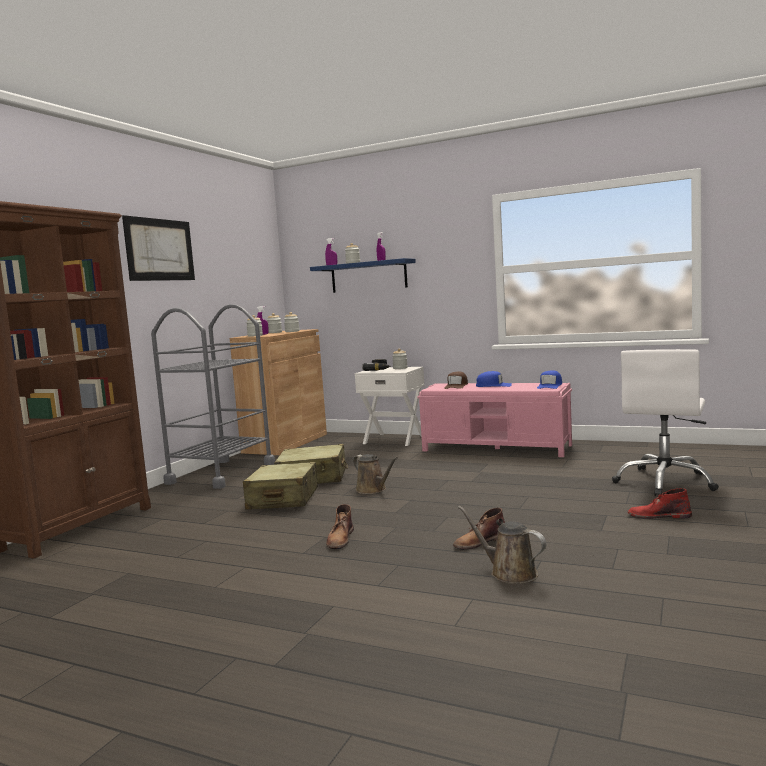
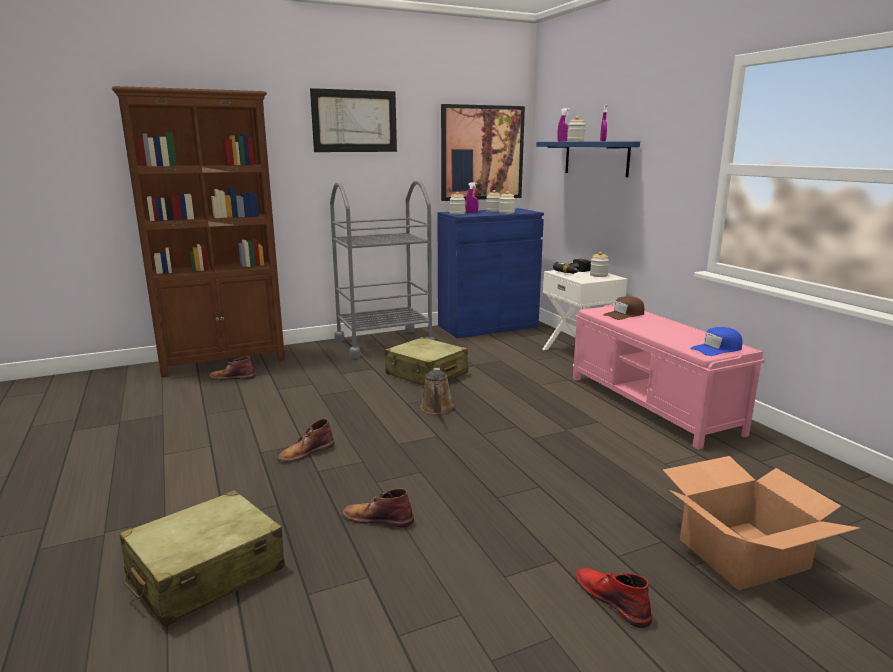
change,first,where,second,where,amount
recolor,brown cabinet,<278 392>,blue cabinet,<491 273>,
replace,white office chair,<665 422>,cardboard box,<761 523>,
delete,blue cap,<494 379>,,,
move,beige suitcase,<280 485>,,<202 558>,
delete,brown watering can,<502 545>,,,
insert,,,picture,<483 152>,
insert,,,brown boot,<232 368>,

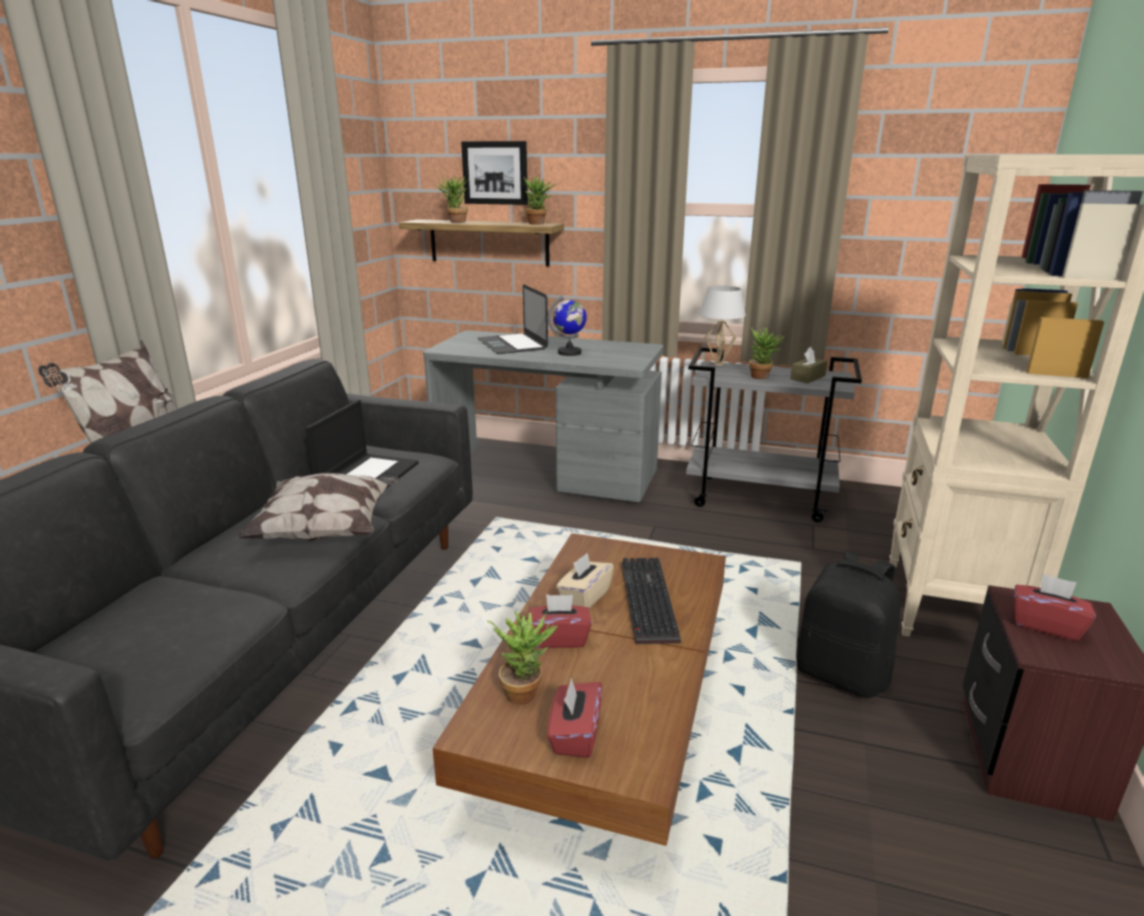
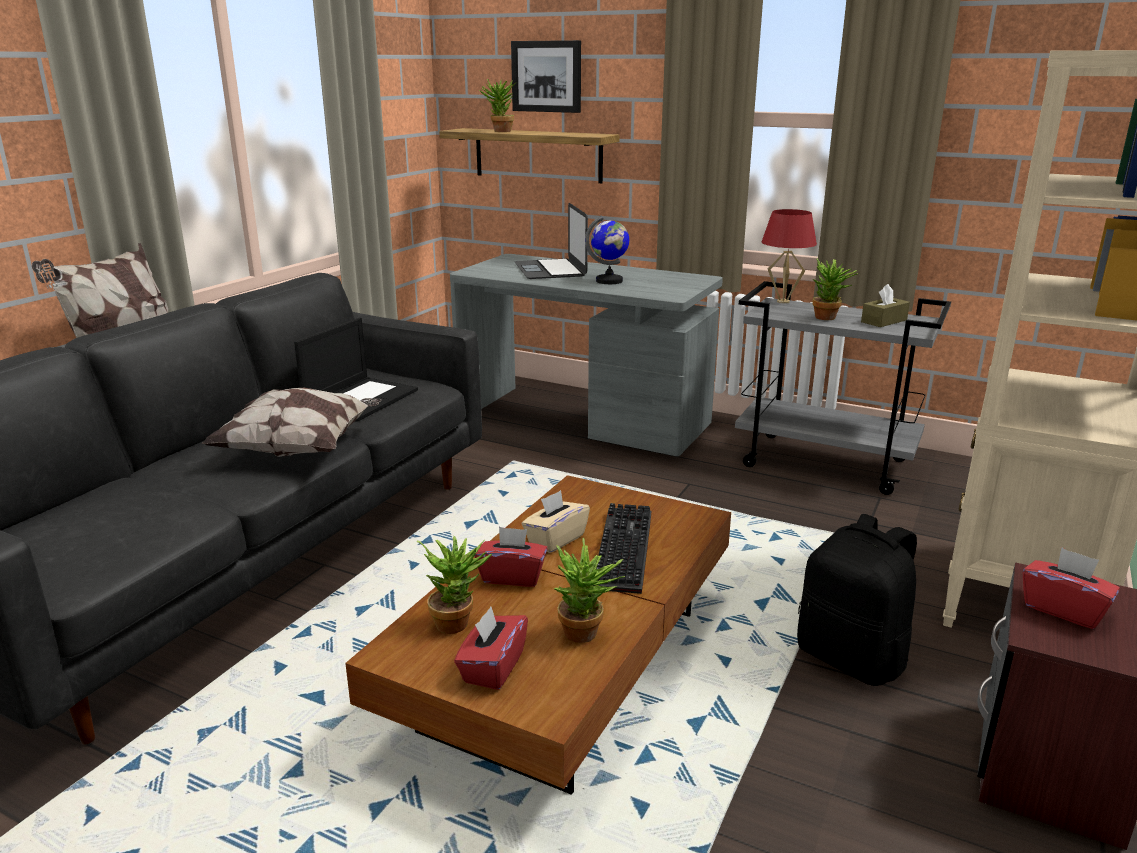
change,first,where,second,where,amount
move,potted plant,<540 200>,,<589 590>,
recolor,white table lamp,<722 326>,red table lamp,<789 256>,

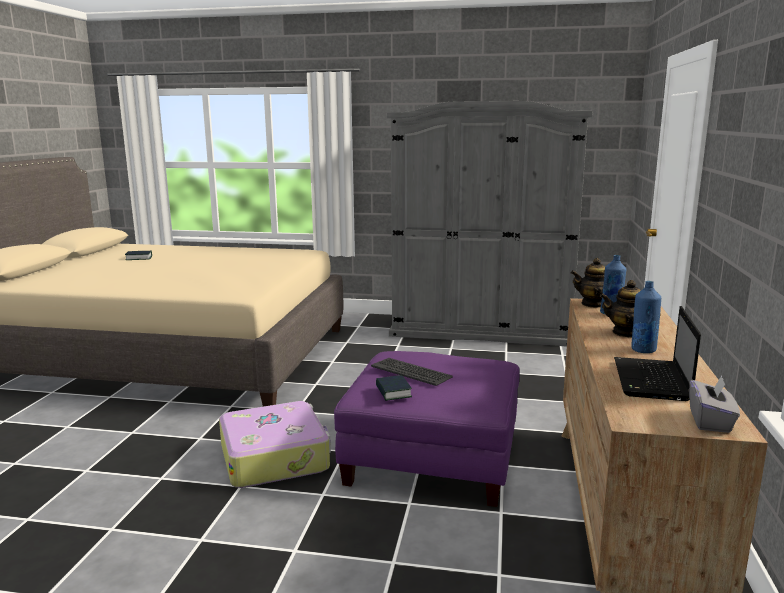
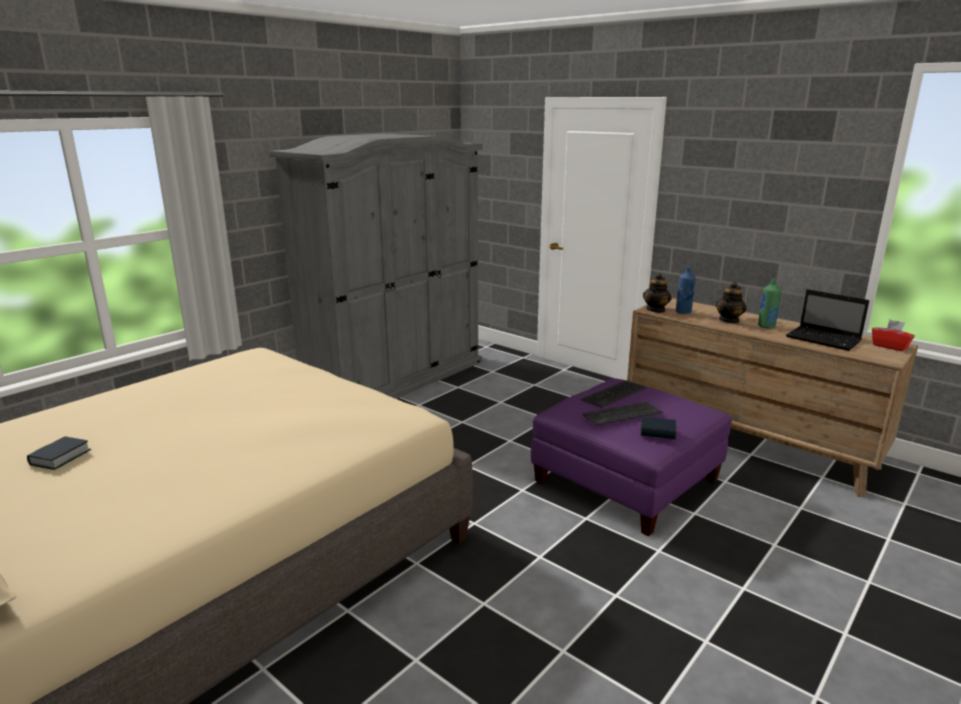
change,first,where,second,where,amount
recolor,blue bottle,<646 317>,green bottle,<769 304>,
recolor,grey tissue box,<714 404>,red tissue box,<893 335>,
delete,suitcase,<275 444>,,,
insert,,,keyboard,<614 394>,

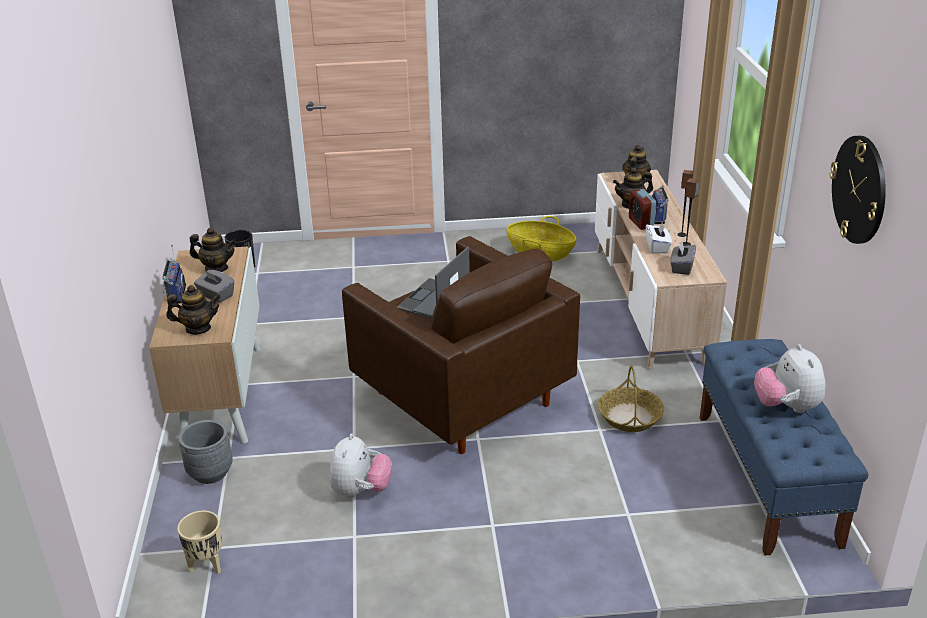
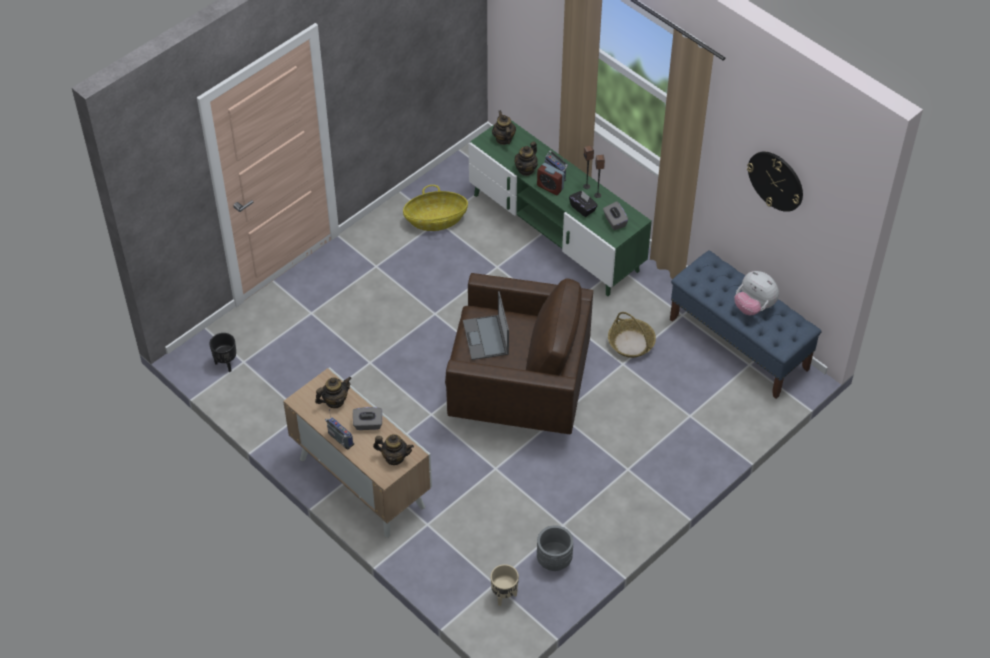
change,first,where,second,where,amount
recolor,beige tv stand,<661 270>,green tv stand,<560 208>,
recolor,white tissue box,<659 238>,black tissue box,<583 203>,
rotate,teapot,<193 310>,,<393 449>,60 degrees clockwise
move,grey planter,<205 452>,,<555 548>,
delete,plush toy,<361 465>,,,

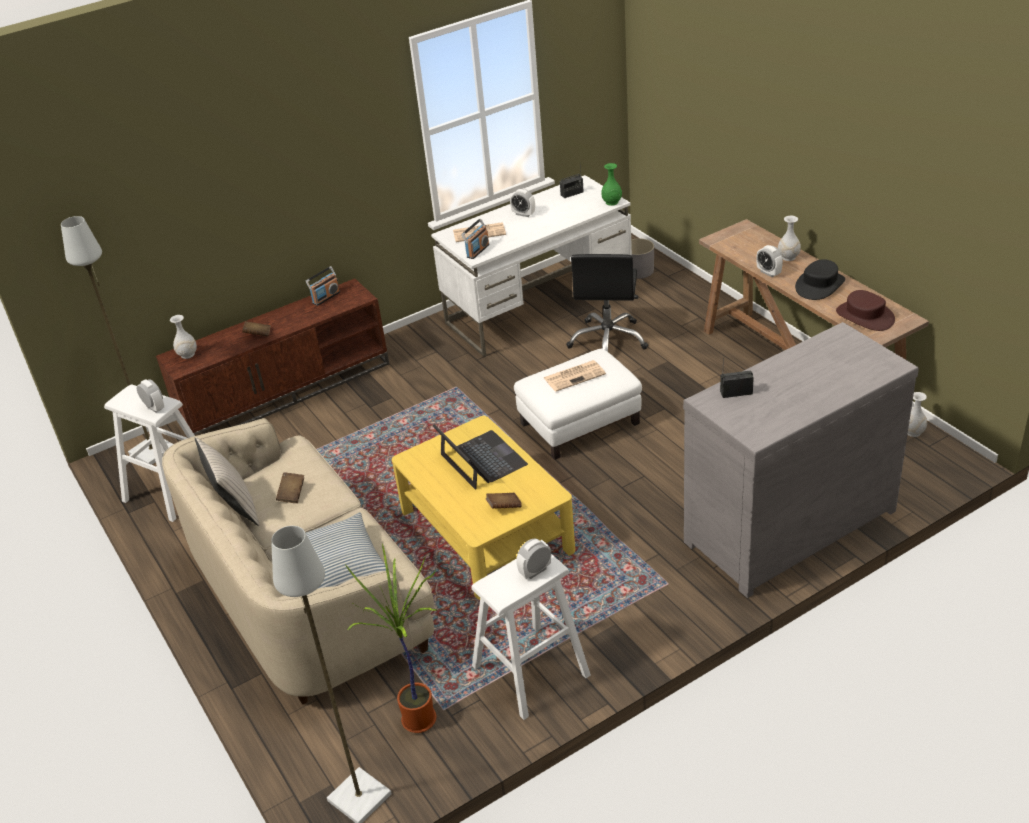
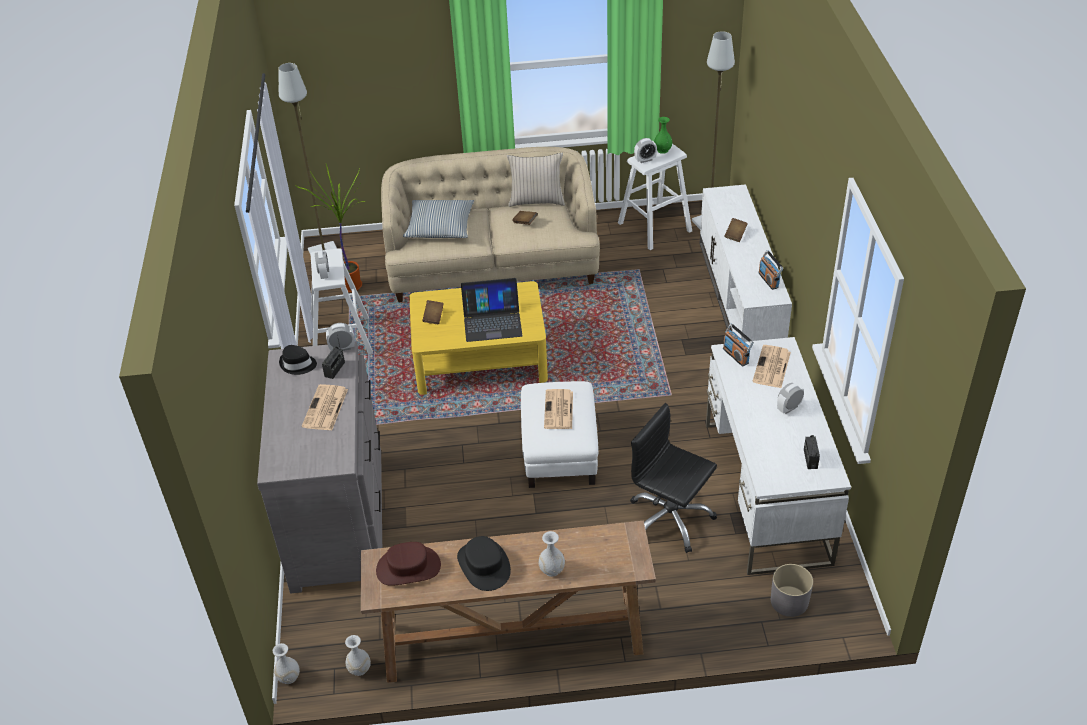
change,first,where,second,where,amount
move,green vase,<611 184>,,<663 135>,
move,alarm clock,<769 261>,,<340 337>,
recolor,brown tv stand,<272 357>,white tv stand,<746 263>,
move,white vase,<183 337>,,<286 663>,
insert,,,black hat,<298 360>,
insert,,,newspaper,<325 407>,

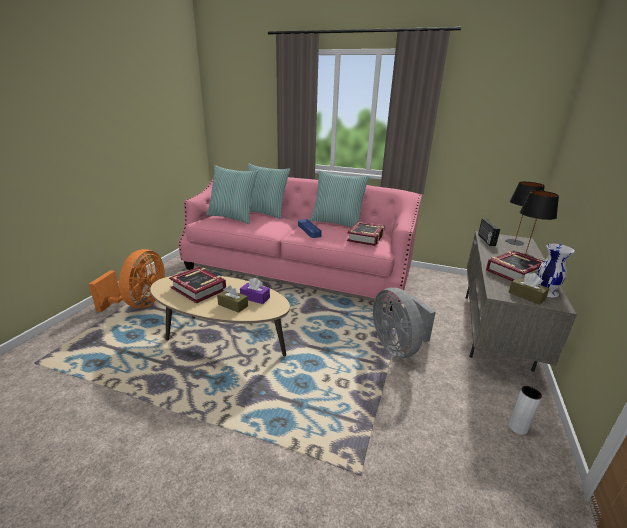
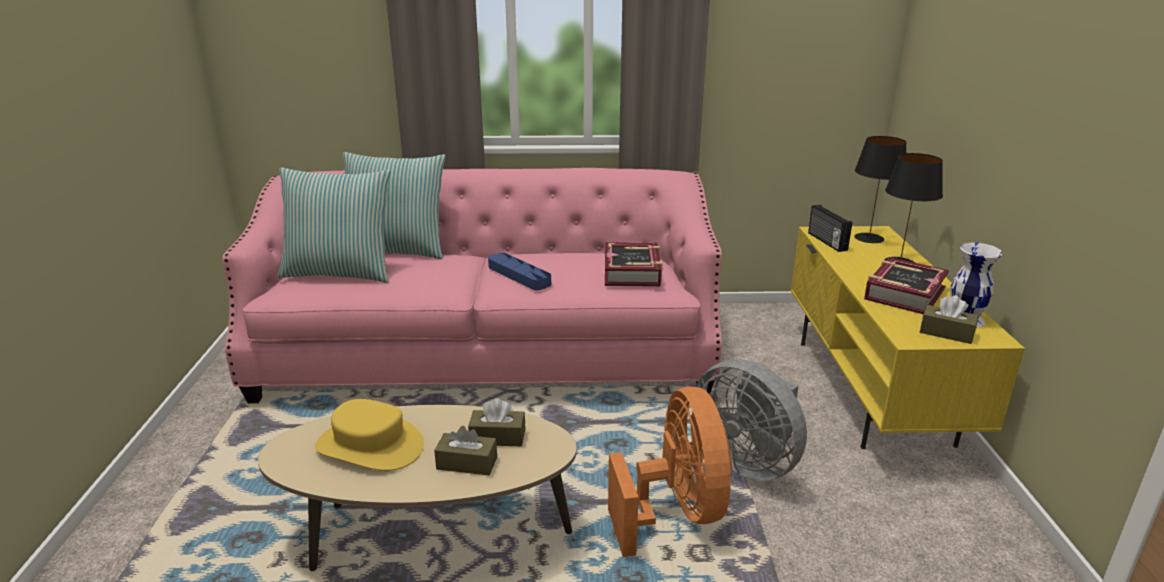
change,first,where,second,where,amount
delete,pillow,<340 198>,,,
recolor,grey tv stand,<521 301>,yellow tv stand,<908 337>,
move,orange fan,<126 280>,,<670 472>,
replace,book,<197 285>,yellow hat,<369 435>,
recolor,purple tissue box,<255 291>,brown tissue box,<496 422>,
delete,white vase,<525 410>,,,

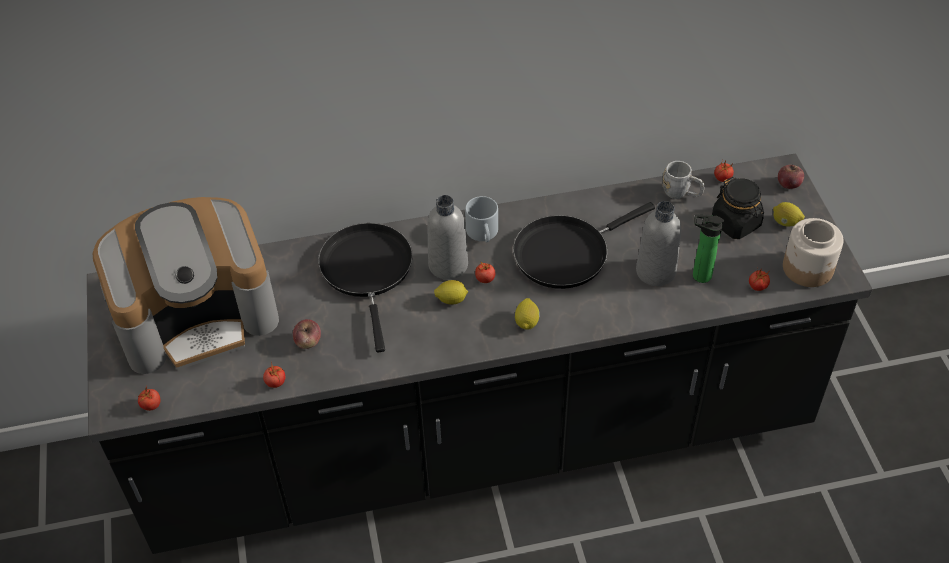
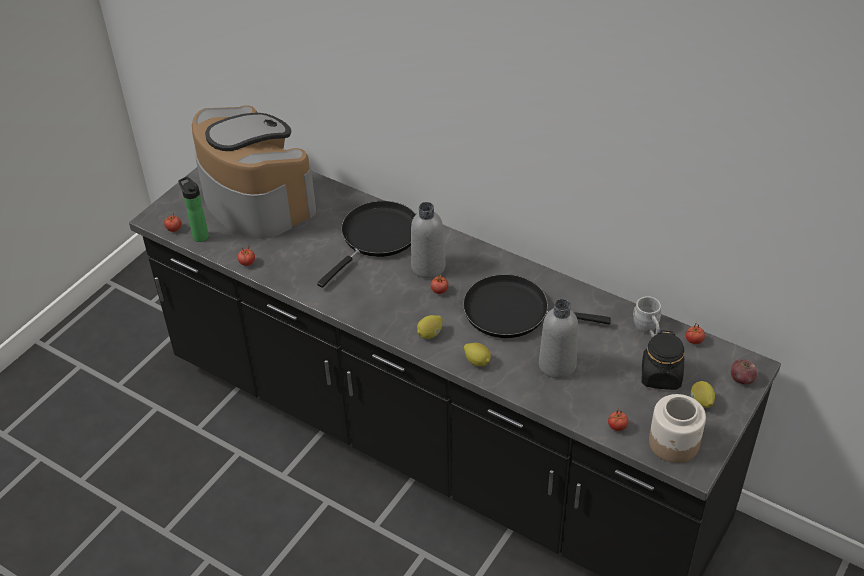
change,first,where,second,where,amount
delete,grey mug,<481 219>,,,
rotate,coffee machine,<186 285>,,<254 172>,150 degrees counterclockwise
move,bottle,<708 248>,,<193 209>,
move,lemon,<451 292>,,<477 355>,
delete,apple,<307 334>,,,

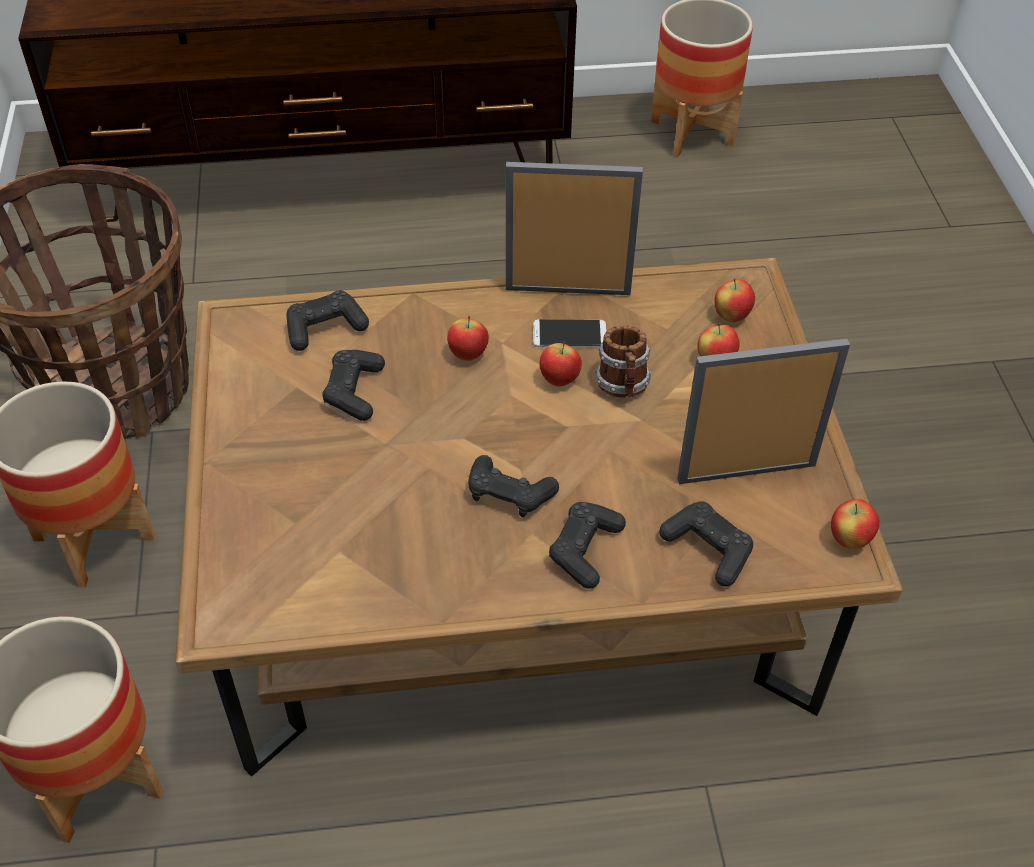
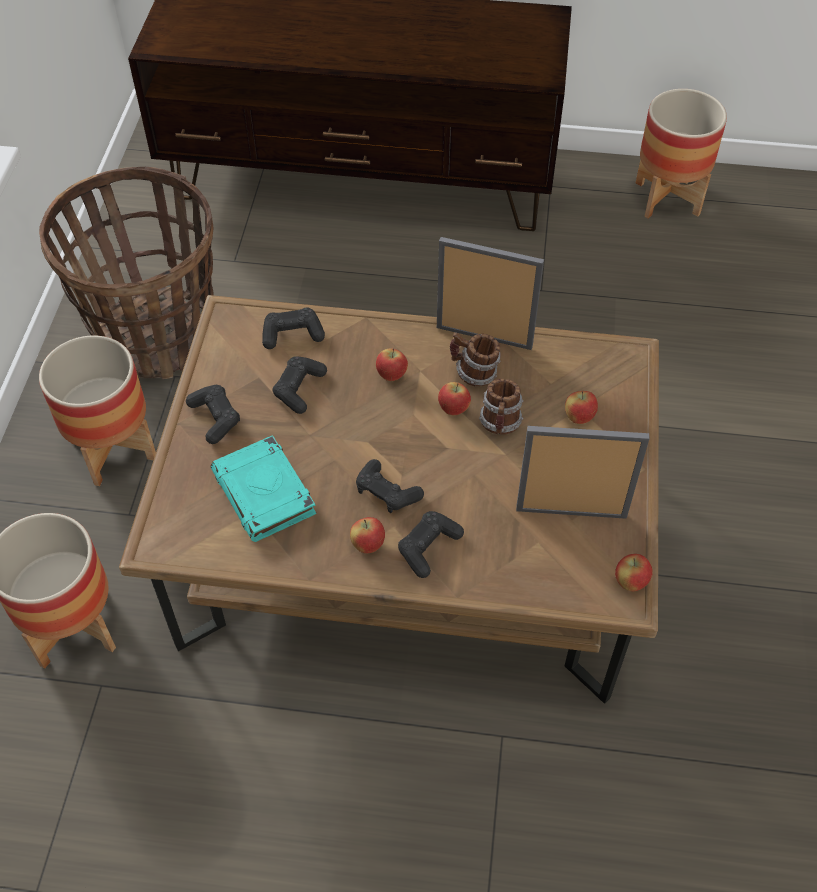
change,first,where,second,where,amount
move,apple,<734 300>,,<367 535>,
replace,phone,<569 333>,mug,<475 359>,
move,black game controller,<706 543>,,<213 414>,
insert,,,turquoise book,<263 488>,

